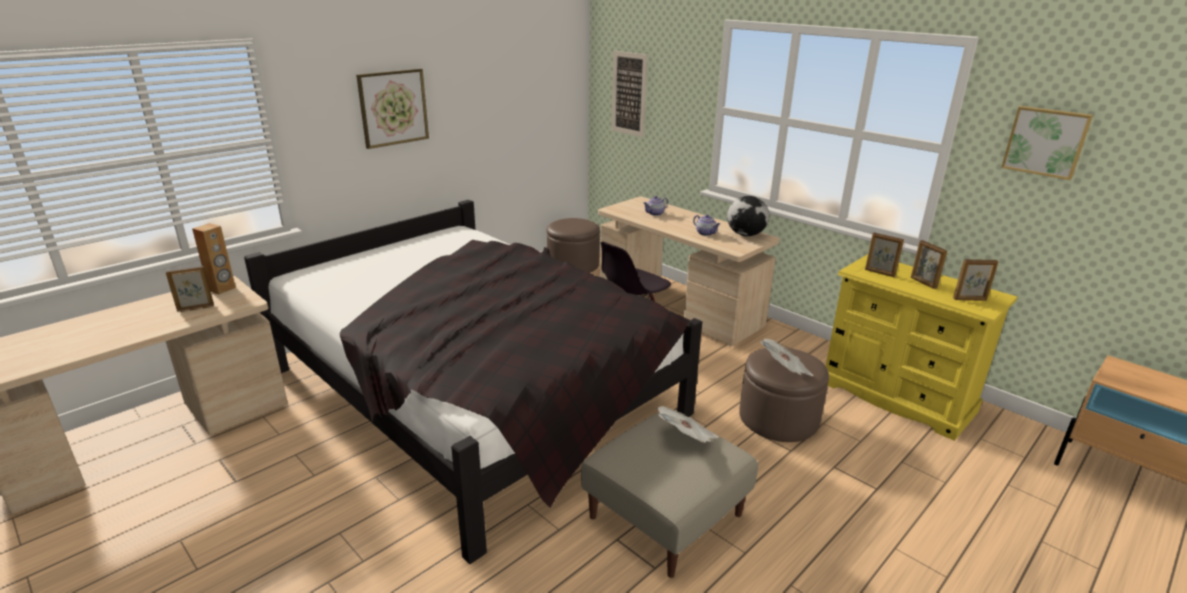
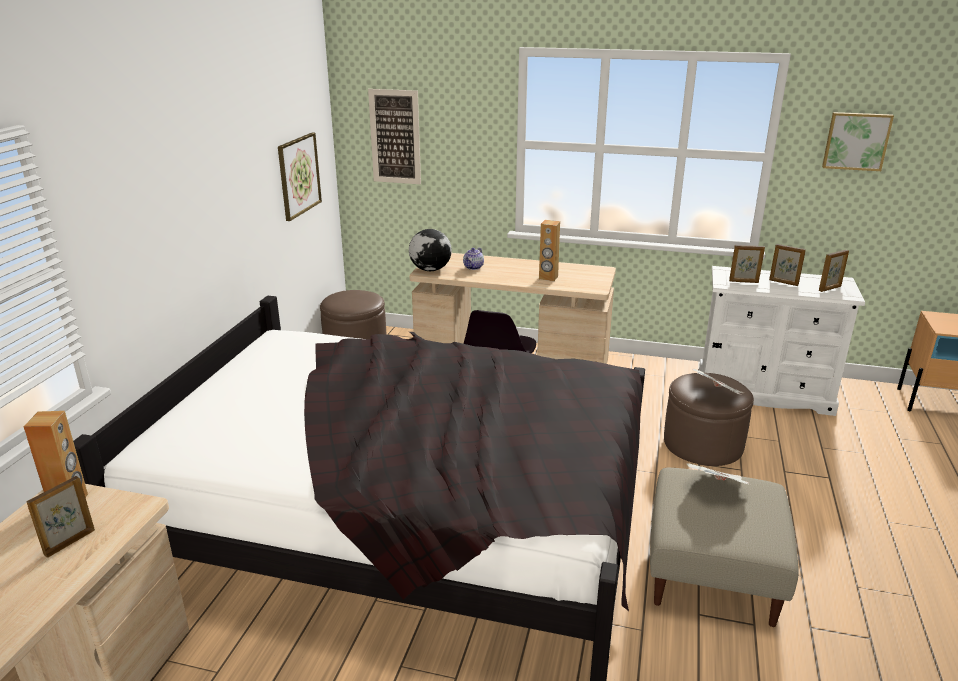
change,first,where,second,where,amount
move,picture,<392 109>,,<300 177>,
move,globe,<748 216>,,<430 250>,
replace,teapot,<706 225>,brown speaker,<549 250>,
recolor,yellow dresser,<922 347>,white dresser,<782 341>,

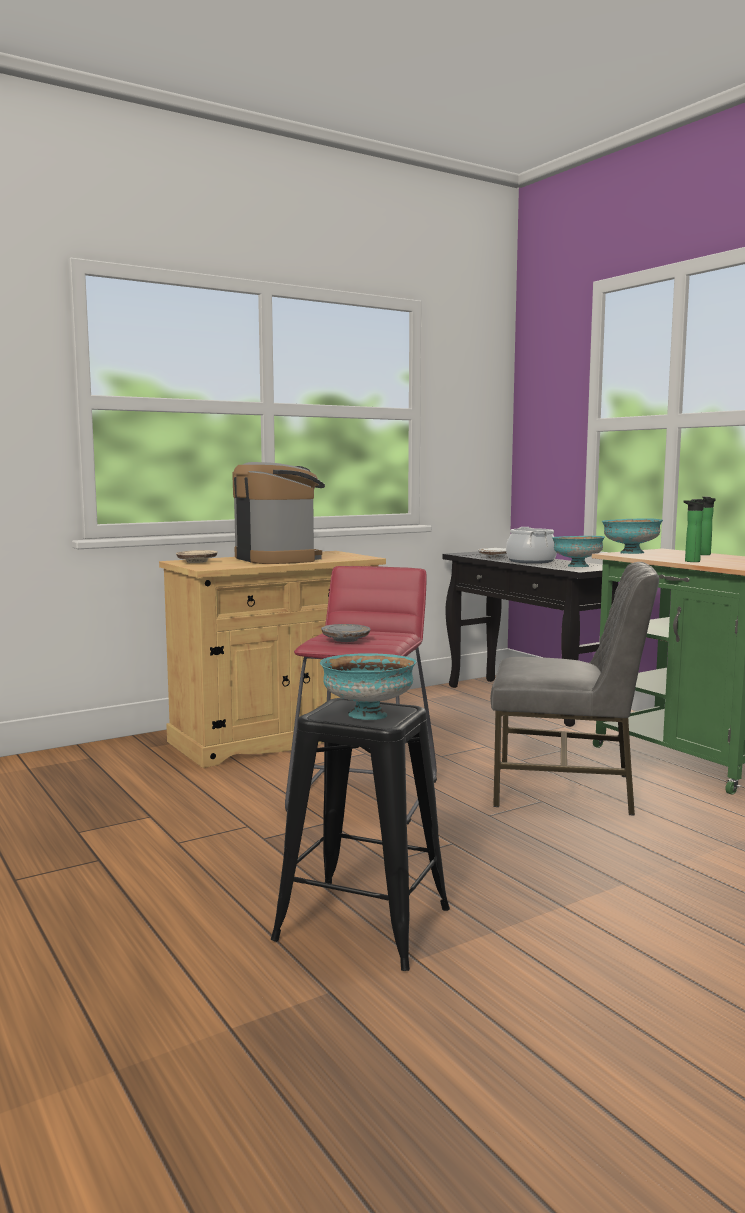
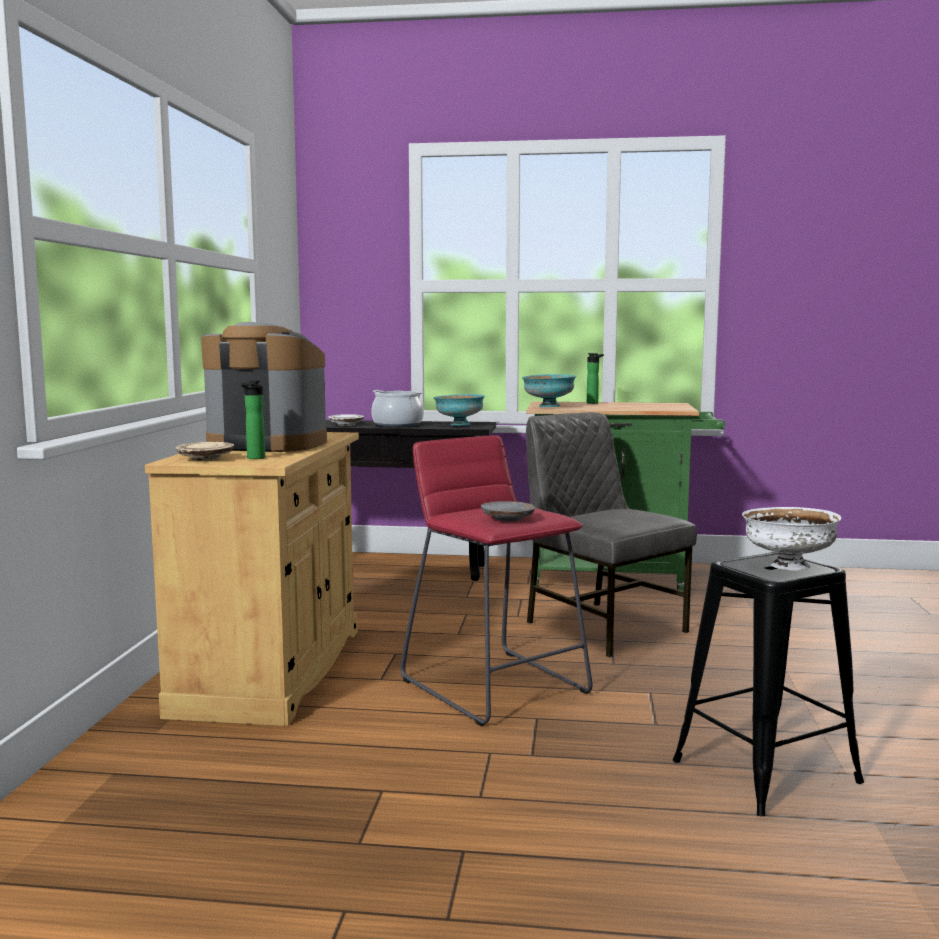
change,first,where,second,where,amount
move,bottle,<693 530>,,<253 419>,
rotate,grey chair,<574 689>,,<611 534>,90 degrees counterclockwise
recolor,turquoise bowl,<368 686>,white bowl,<792 539>,

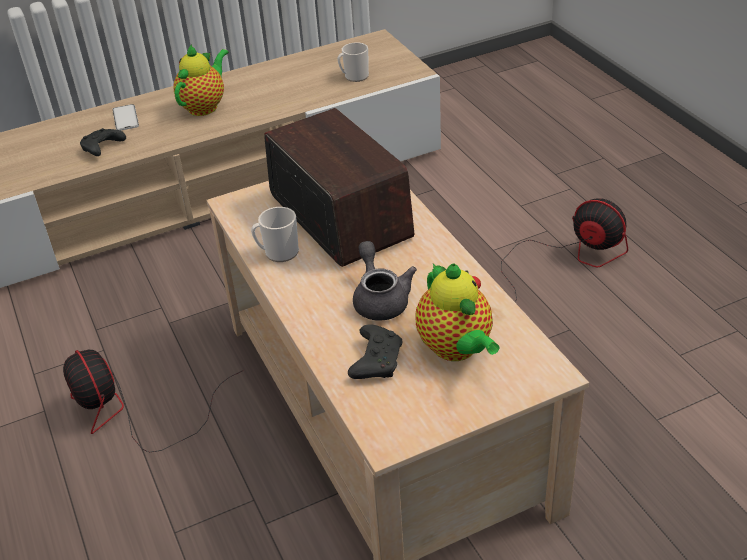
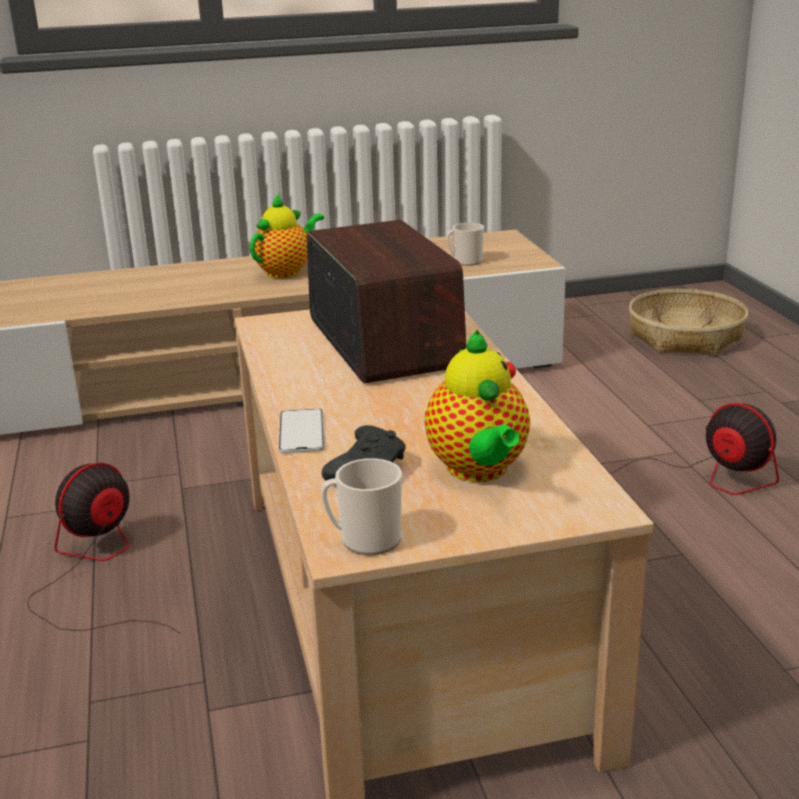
change,first,where,second,where,amount
move,phone,<125 117>,,<301 431>,
delete,black game controller,<103 142>,,,
move,mug,<275 234>,,<361 506>,
delete,grey teapot,<385 281>,,,
rotate,fan,<153 401>,,<104 548>,60 degrees clockwise
insert,,,basket,<688 322>,

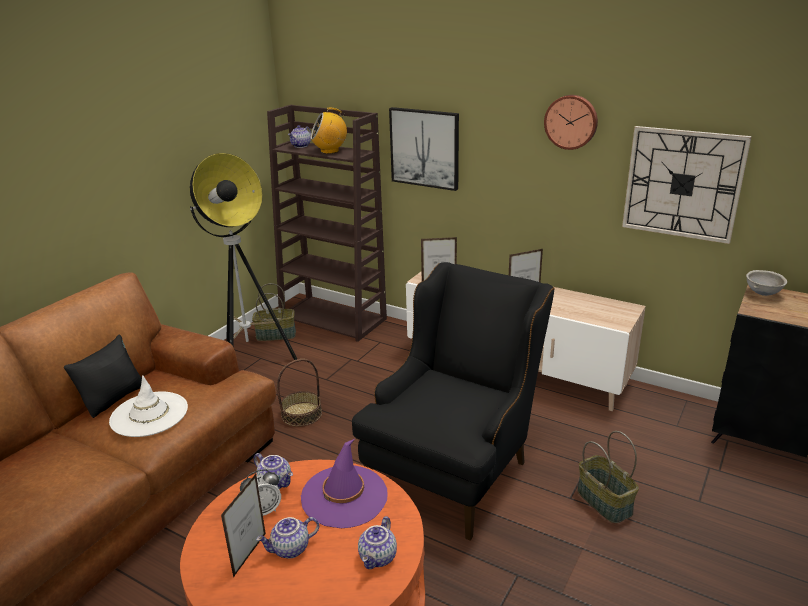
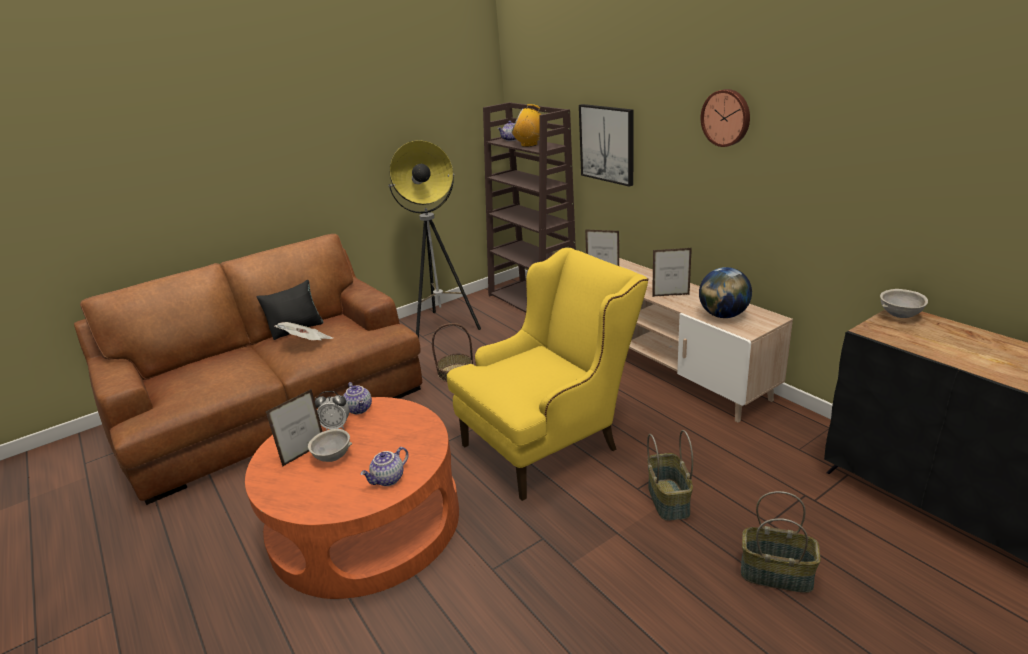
change,first,where,second,where,amount
delete,wall clock,<687 185>,,,
recolor,black armchair,<453 401>,yellow armchair,<548 374>,
move,basket,<274 312>,,<781 542>,
replace,white hat,<148 406>,newspaper,<304 331>,
delete,purple hat,<344 483>,,,
replace,teapot,<287 538>,grey bowl,<330 445>,
insert,,,globe,<725 292>,

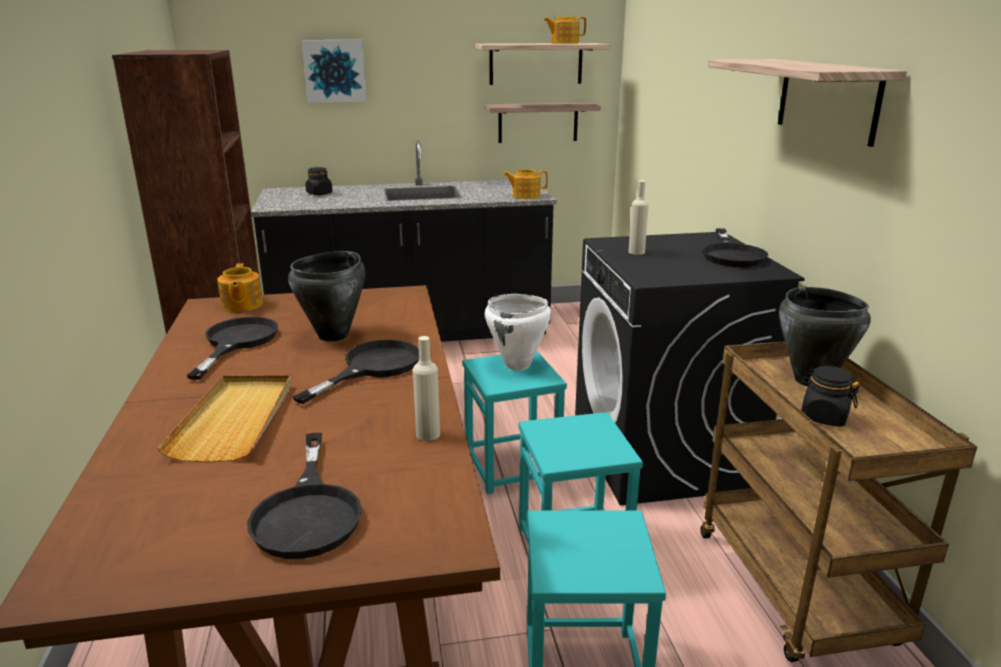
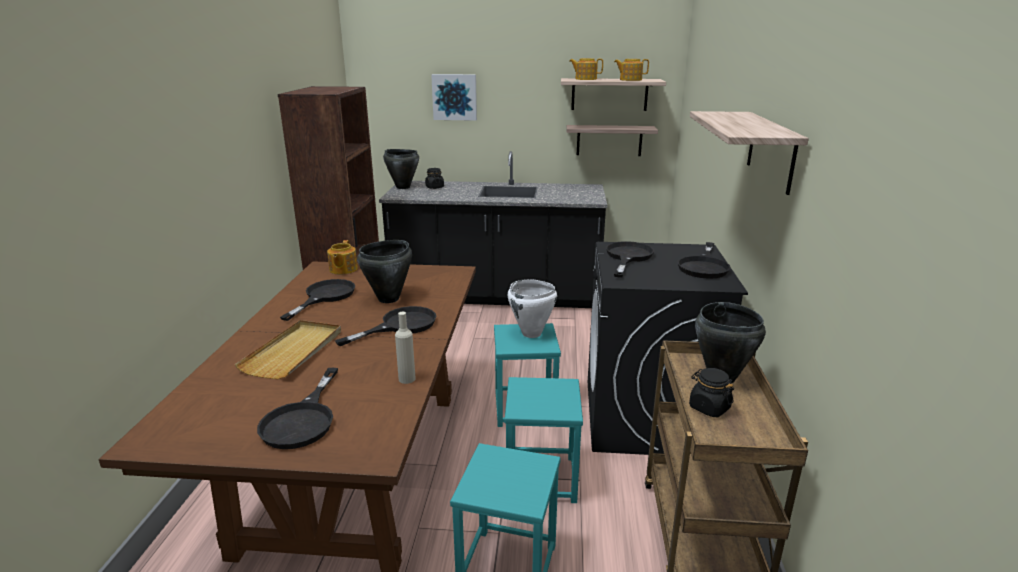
change,first,where,second,where,amount
move,teapot,<526 184>,,<586 69>,
replace,beige bottle,<638 218>,black frying pan,<630 259>,
insert,,,black cooking pot,<401 169>,

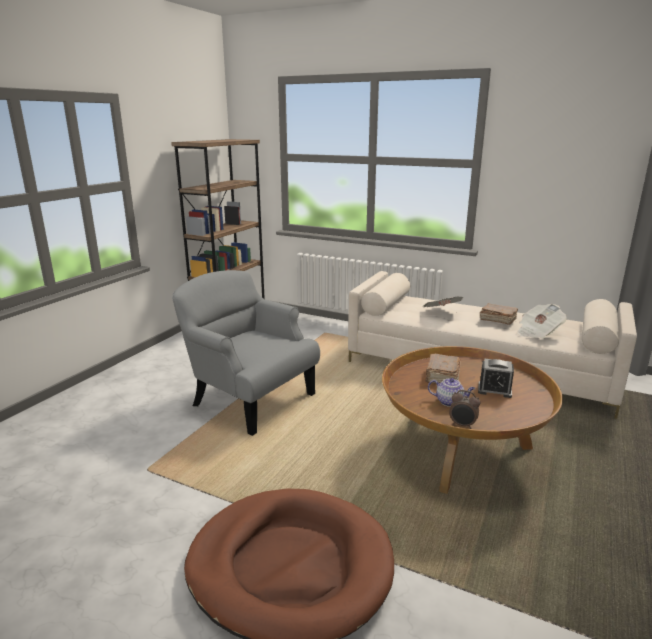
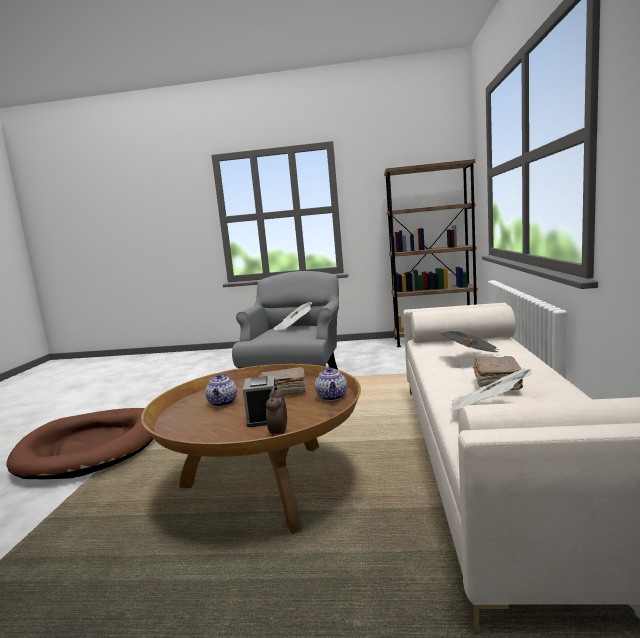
change,first,where,second,where,amount
move,alarm clock,<465 409>,,<276 411>,
insert,,,newspaper,<293 316>,
insert,,,teapot,<331 384>,

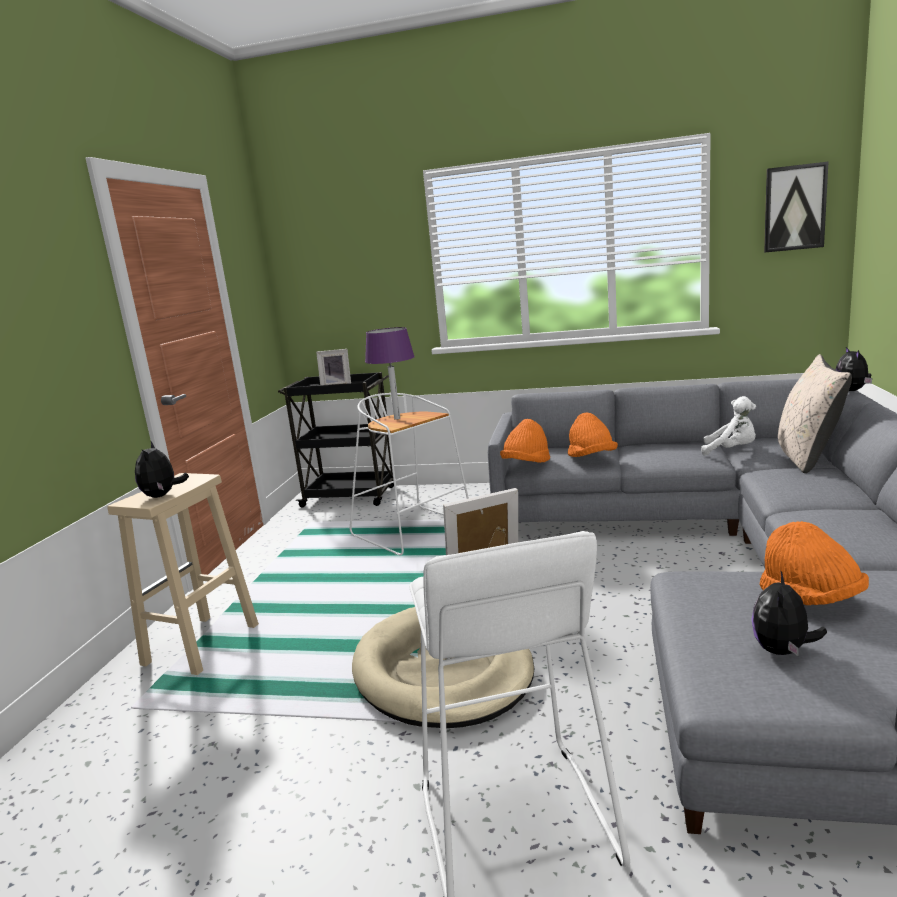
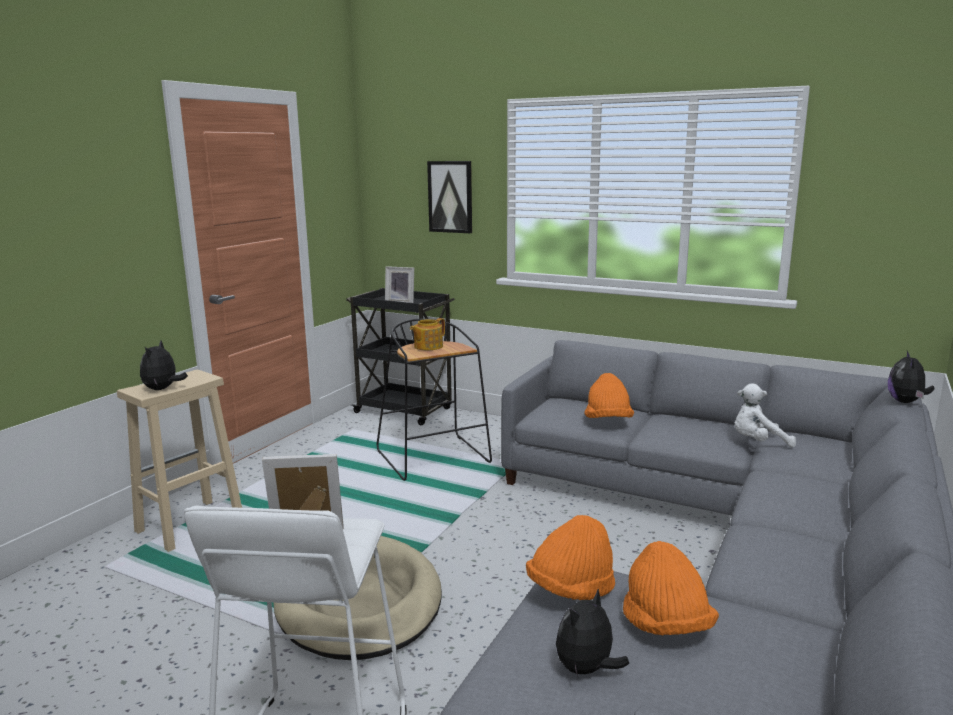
change,first,where,second,where,amount
move,picture,<796 206>,,<449 197>,
replace,purple table lamp,<390 373>,teapot,<427 334>,
delete,beige pillow,<815 413>,,,
recolor,white stool,<409 474>,black stool,<434 400>,
rotate,white plush toy,<728 426>,,<765 415>,135 degrees clockwise
move,orange hat,<525 441>,,<570 557>,

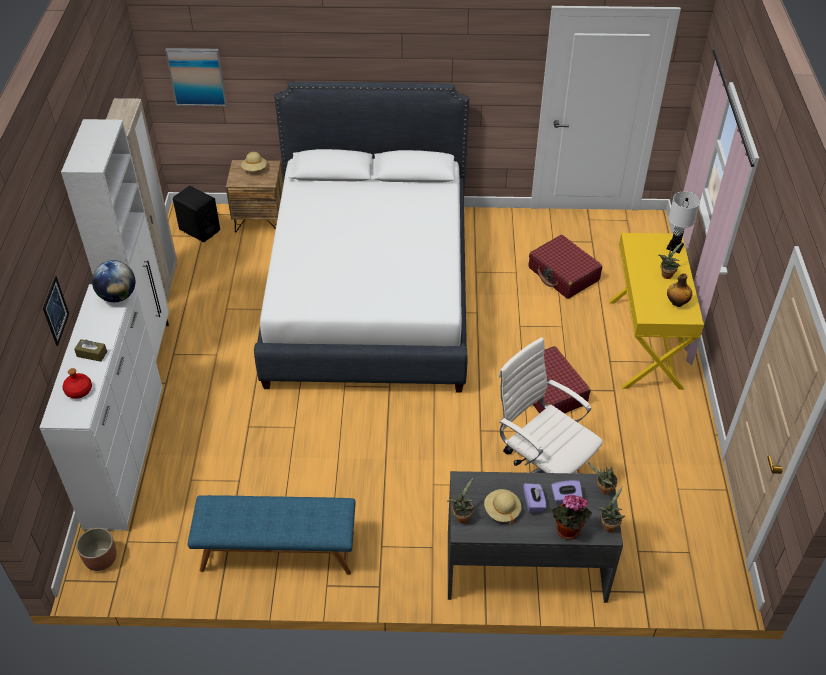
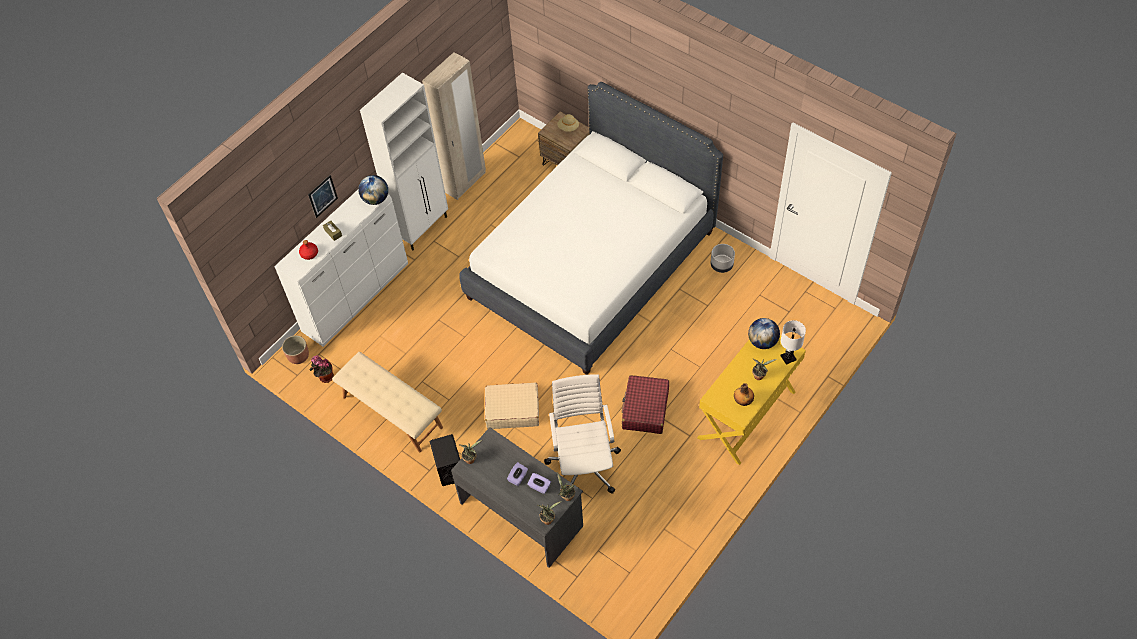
change,first,where,second,where,amount
delete,picture,<196 77>,,,
move,black speaker,<196 214>,,<445 460>,
delete,red suitcase,<565 267>,,,
delete,beige hat,<503 507>,,,
recolor,blue bench,<271 535>,beige bench,<387 402>,
move,potted plant,<571 517>,,<322 369>,
insert,,,grey planter,<723 258>,
insert,,,globe,<764 333>,
insert,,,beige suitcase,<512 405>,

